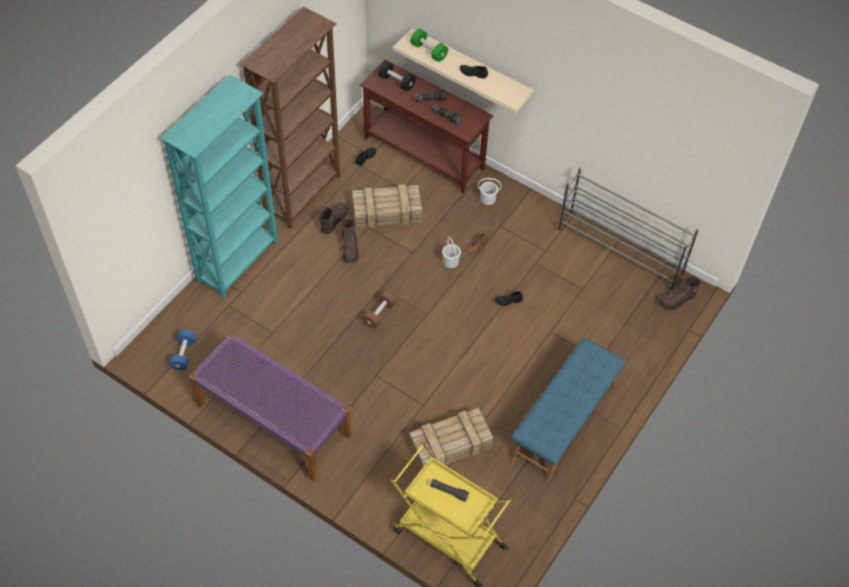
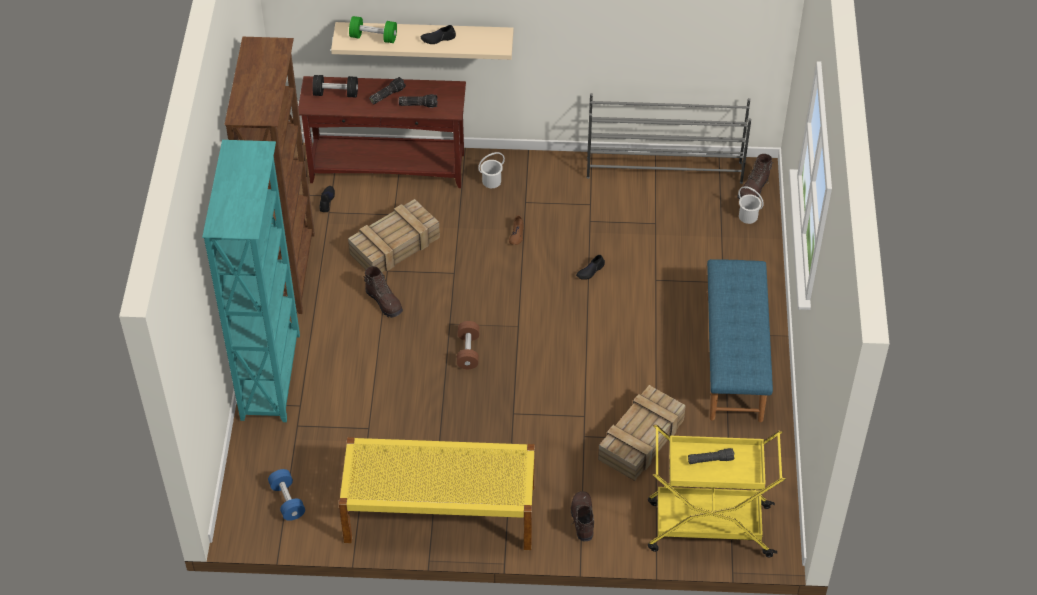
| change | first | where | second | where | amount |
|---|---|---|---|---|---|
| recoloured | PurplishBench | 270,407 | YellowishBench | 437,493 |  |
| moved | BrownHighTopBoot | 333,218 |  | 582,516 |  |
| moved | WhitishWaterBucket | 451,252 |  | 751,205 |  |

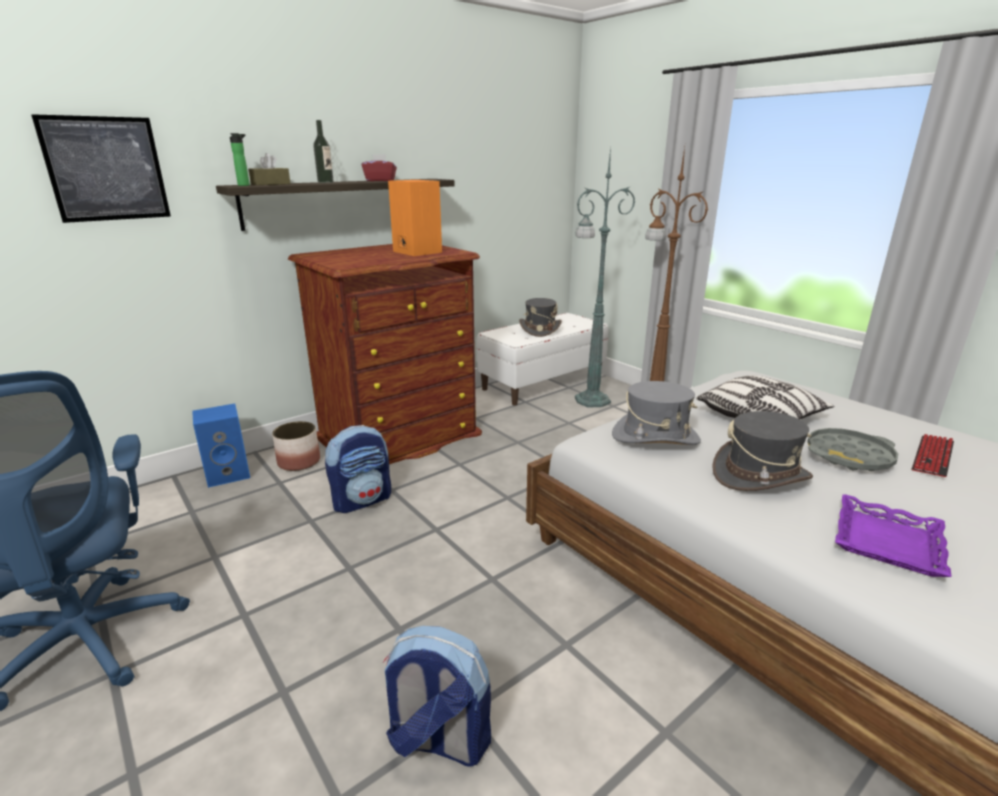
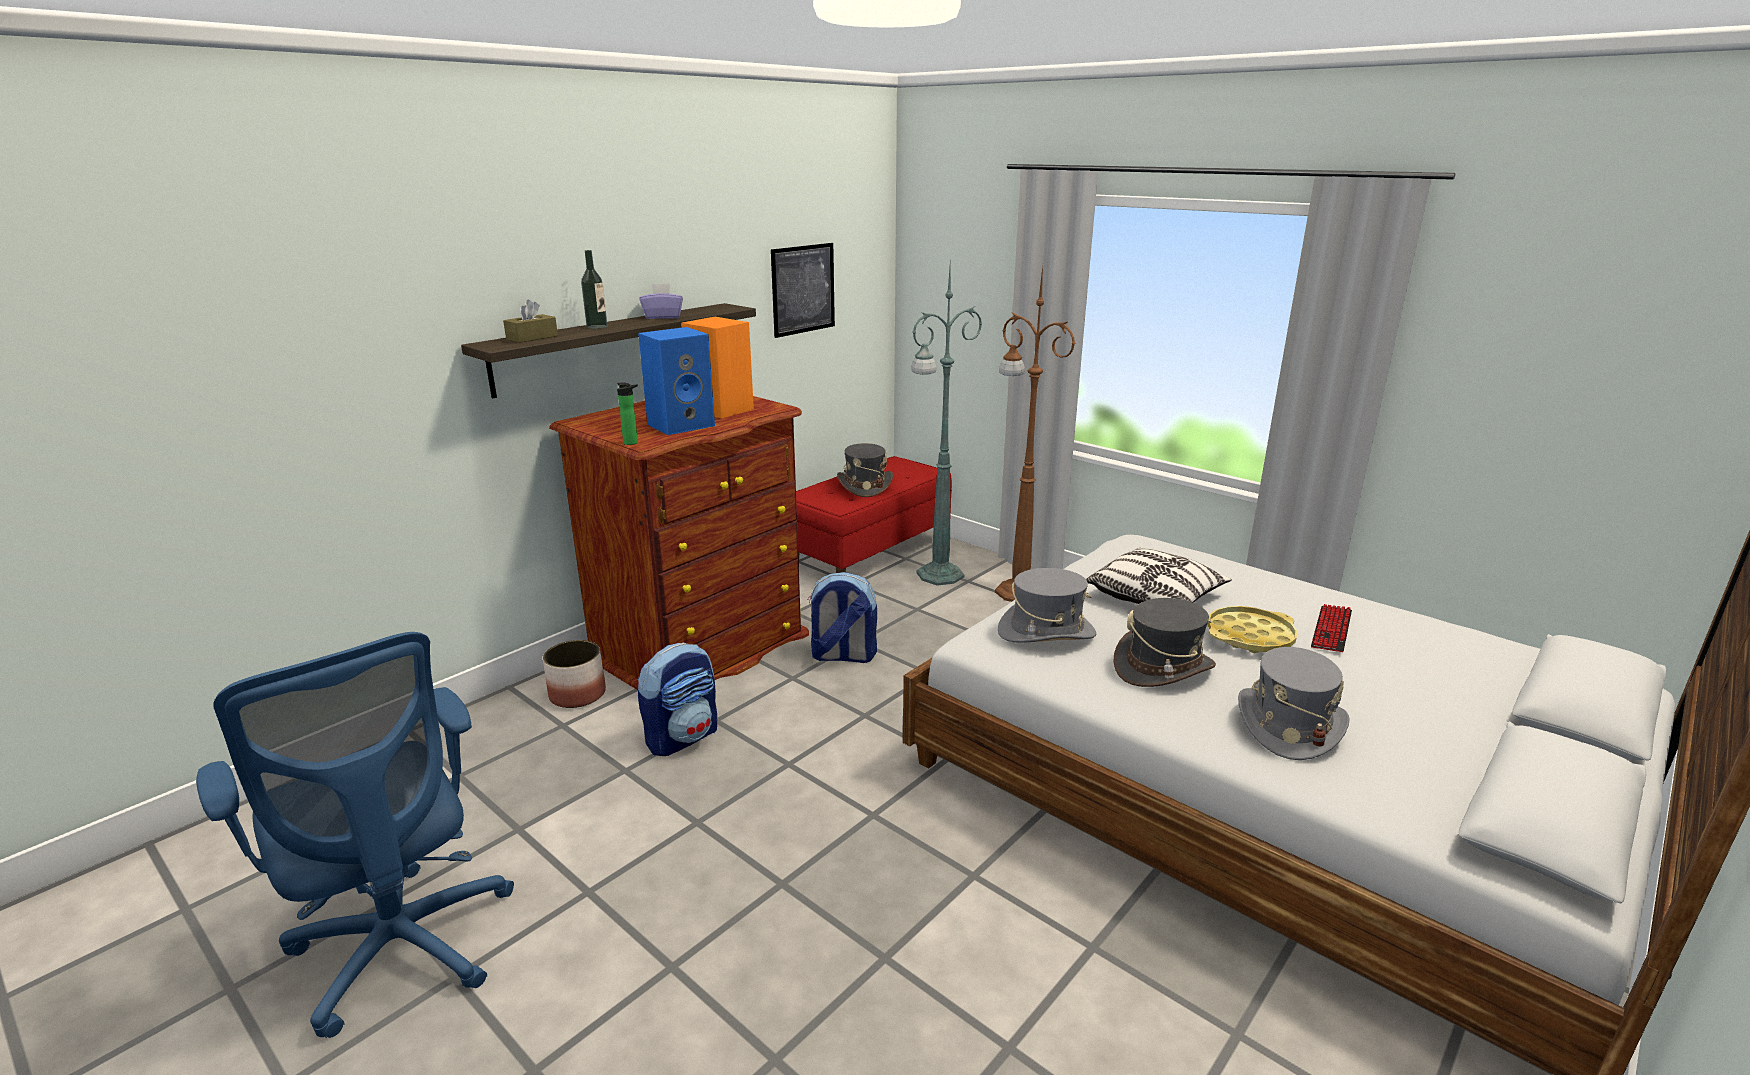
| change | first | where | second | where | amount |
|---|---|---|---|---|---|
| moved | WallPicture | 101,168 |  | 803,290 |  |
| moved | BlueAudioSpeaker | 221,446 |  | 676,381 |  |
| moved | BeverageBottle | 240,159 |  | 627,413 |  |
| recoloured | RedColouredBoxOfTissues | 379,167 | PurplishBoxOfTissues | 661,301 |  |
| moved | Backpack | 437,696 |  | 842,617 |  |
| recoloured | WhitishBench | 542,359 | RedColouredBench | 874,514 |  |
| recoloured | GreyTray | 852,449 | YellowishTray | 1252,629 |  |
| replaced | PurplishTray | 893,535 | GreyHat | 1294,703 |  |

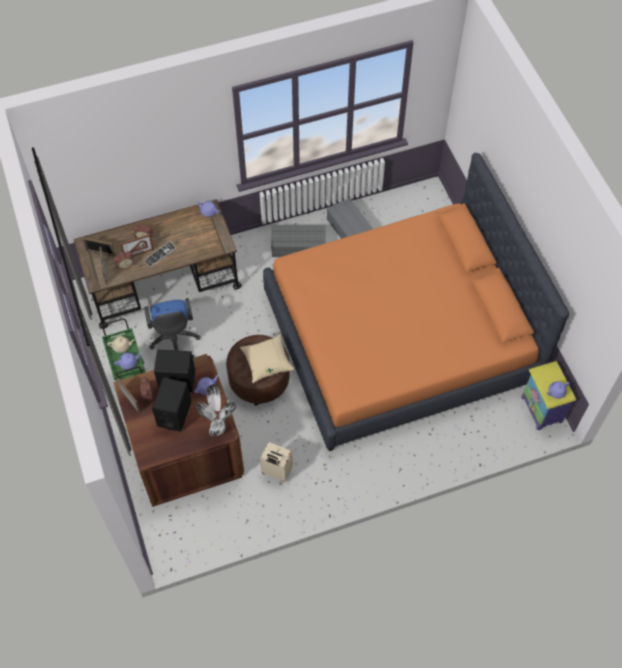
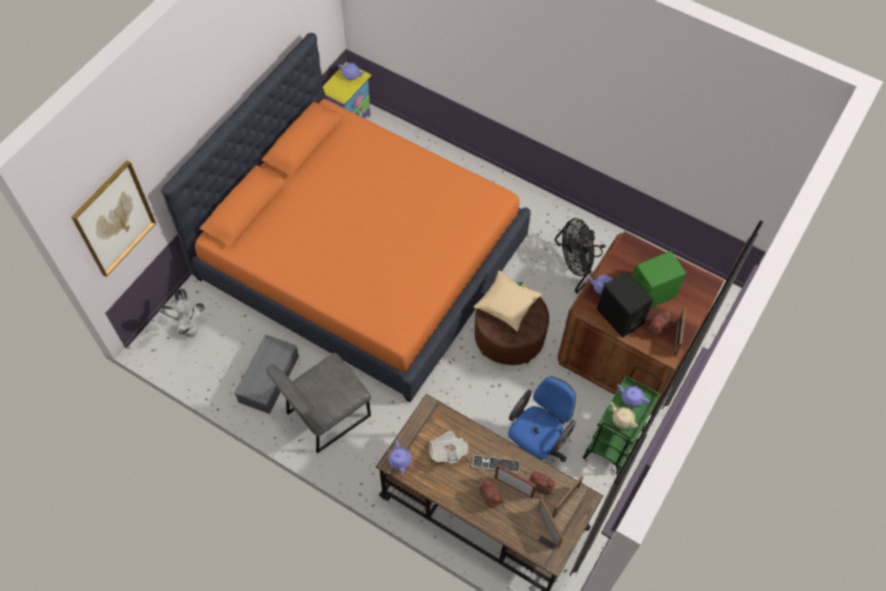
| change | first | where | second | where | amount |
|---|---|---|---|---|---|
| recoloured | BlackishAudioSpeaker | 172,404 | GreenishAudioSpeaker | 659,279 |  |
| moved | PottedPlant | 216,410 |  | 181,313 |  |
| replaced | SandColouredSuitcase | 276,462 | BlackishElectricFan | 580,256 |  |
| replaced | GreyStorageContainer | 298,241 | GreyChair | 318,403 |  |
| added |  |  | WallPicture | 113,219 |  |
| added |  |  | DailyPaper | 449,447 |  |

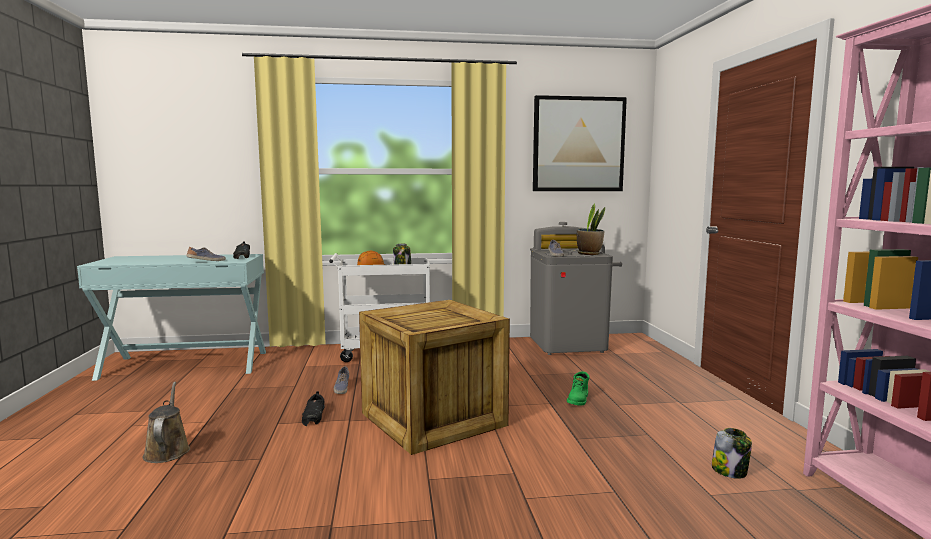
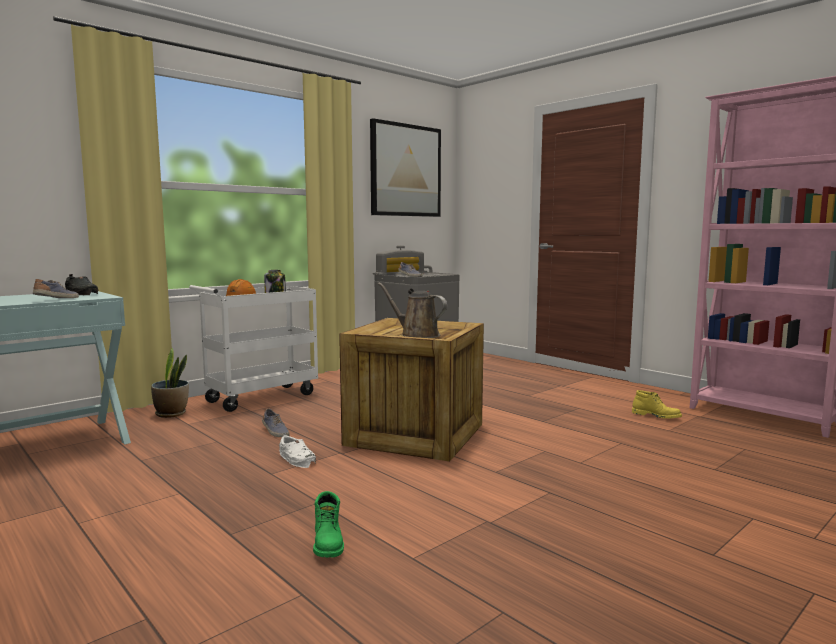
| change | first | where | second | where | amount |
|---|---|---|---|---|---|
| moved | BrownSprinklingCan | 166,422 |  | 412,310 |  |
| recoloured | BlackishItemOfFootwear | 313,408 | WhitishItemOfFootwear | 297,450 |  |
| moved | GreenishHighTopBoot | 578,388 |  | 328,524 |  |
| moved | PottedPlant | 591,229 |  | 170,383 |  |
| replaced | PreserveJar | 732,453 | YellowishHighTopBoot | 657,404 |  |

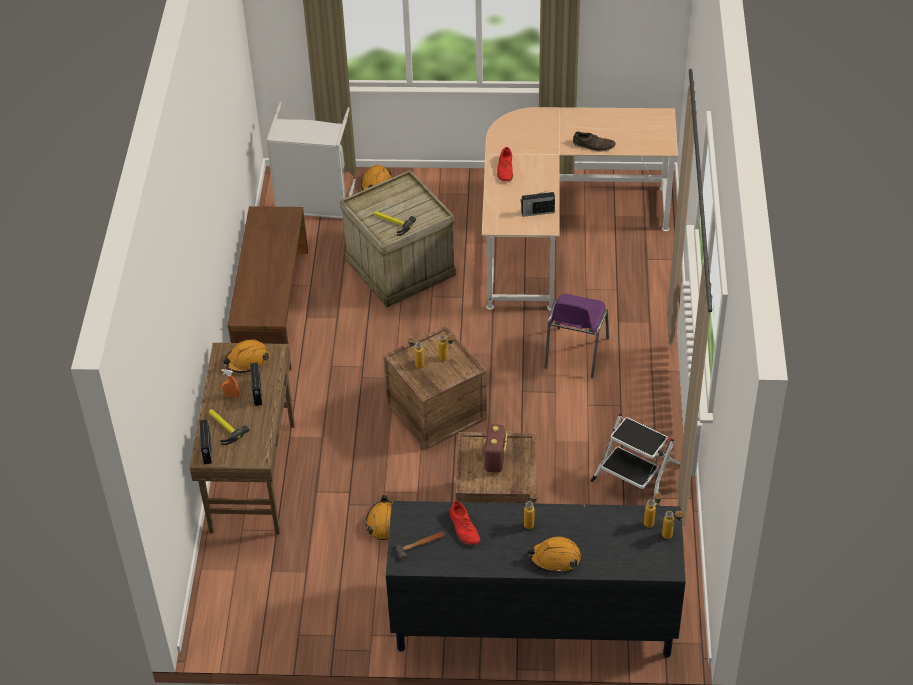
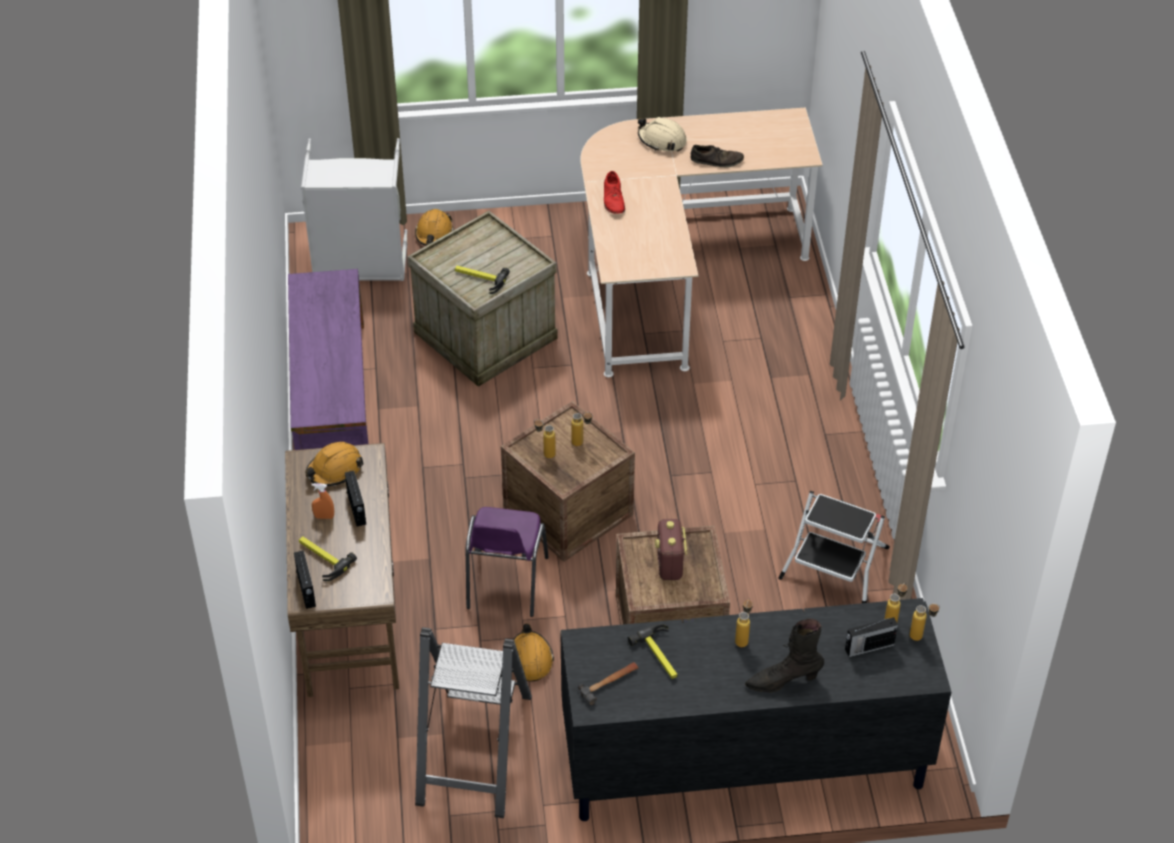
| change | first | where | second | where | amount |
|---|---|---|---|---|---|
| recoloured | BrownBench | 267,288 | PurplishBench | 328,359 |  |
| replaced | RedColouredItemOfFootwear | 465,523 | ToolHammer | 653,651 |  |
| moved | Radio | 537,204 |  | 871,637 |  |
| replaced | OrangeSafetyHelmet | 554,555 | BlackishHighTopBoot | 784,655 |  |
| moved | PurplishChair | 576,336 |  | 507,562 |  |
| added |  |  | GreyStepLadder | 473,722 |  |
| added |  |  | SandColouredSafetyHelmet | 662,134 |  |

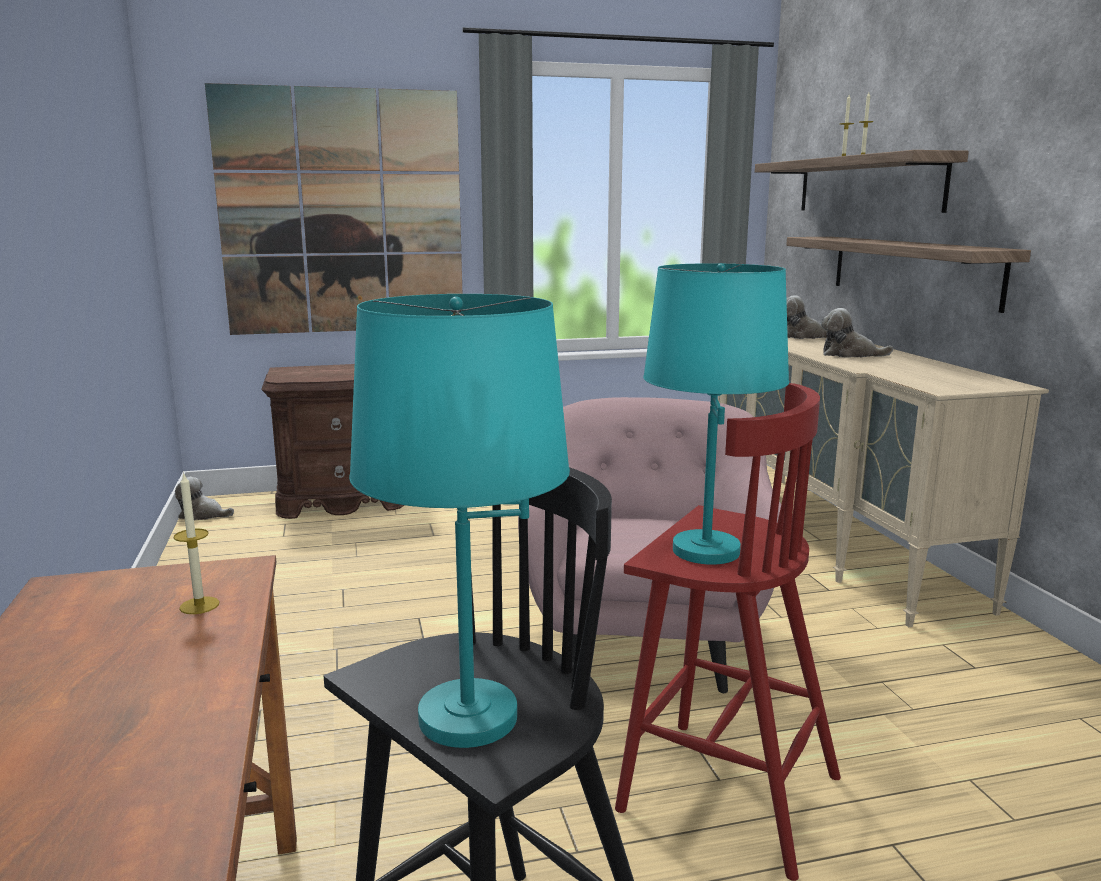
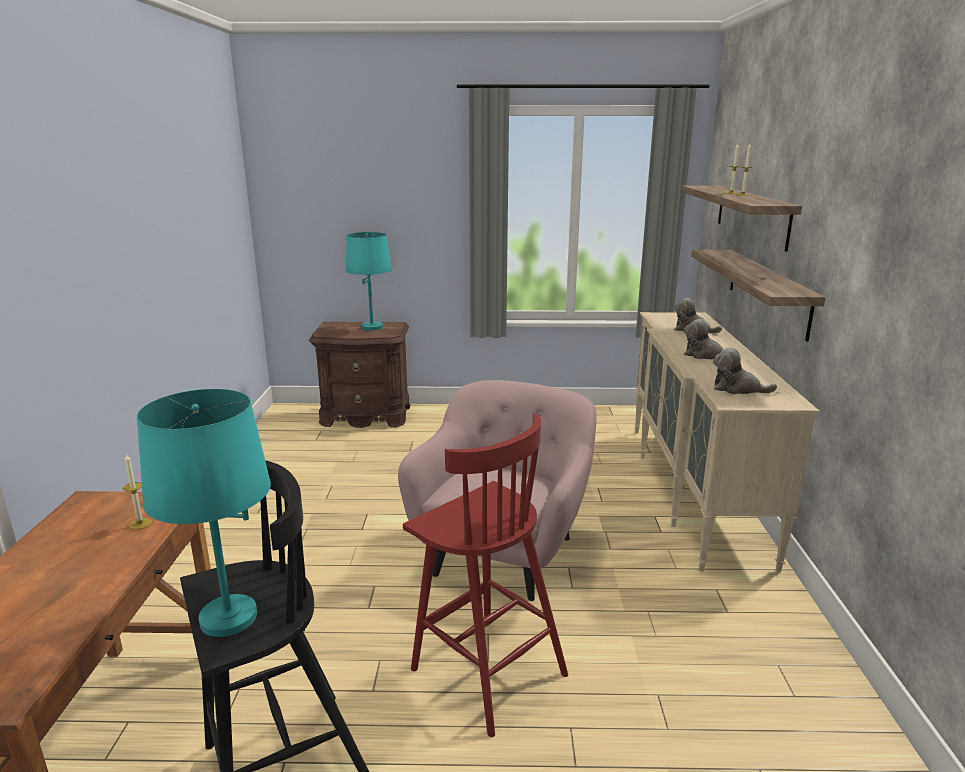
| change | first | where | second | where | amount |
|---|---|---|---|---|---|
| moved | PlushToy | 204,498 |  | 745,371 |  |
| removed | WallPicture | 333,209 |  |  |  |
| moved | BlueGreenTableLamp | 716,414 |  | 368,281 |  |

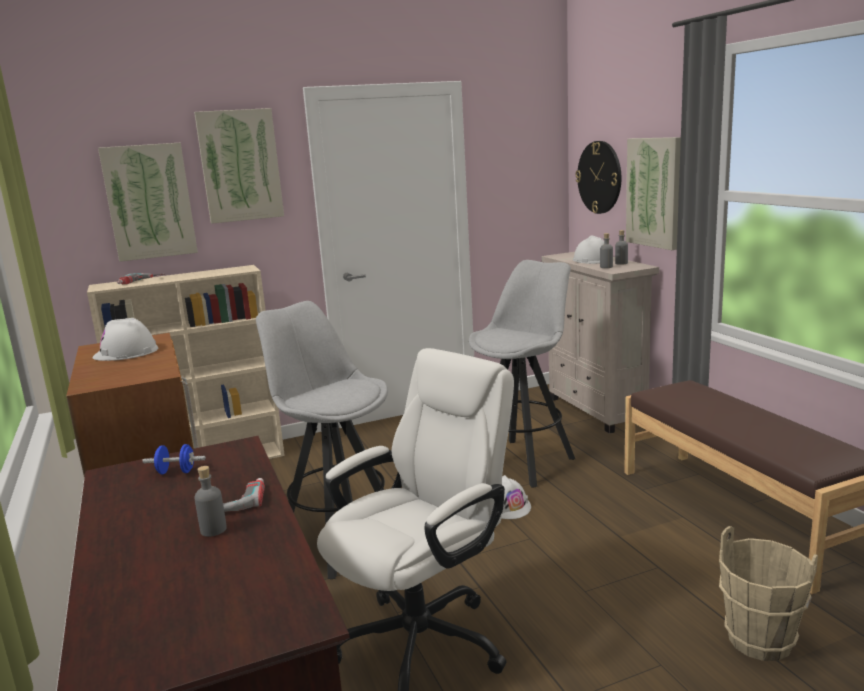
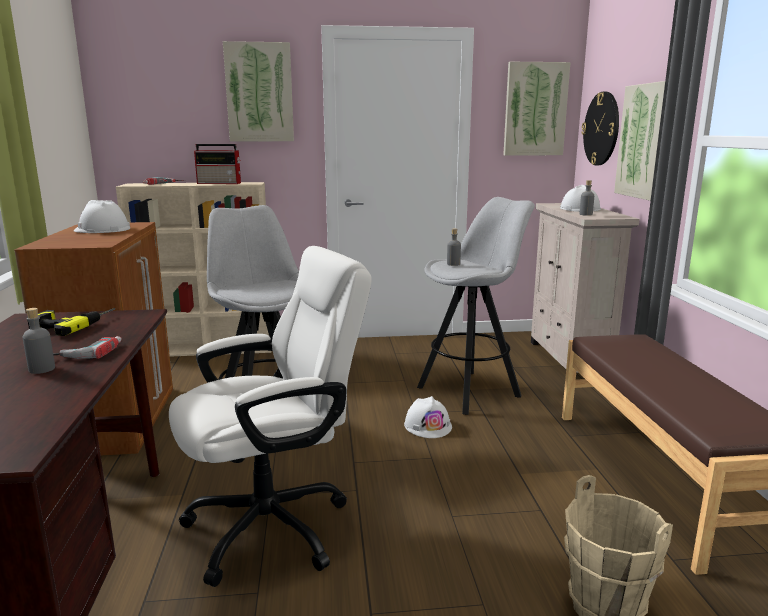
| change | first | where | second | where | amount |
|---|---|---|---|---|---|
| moved | WallPicture | 148,202 |  | 537,109 |  |
| replaced | BlueHandWeight | 174,459 | Drill | 71,322 |  |
| moved | GreyBeverageBottle | 621,247 |  | 454,247 |  |
| added |  |  | Radio | 217,164 |  |

